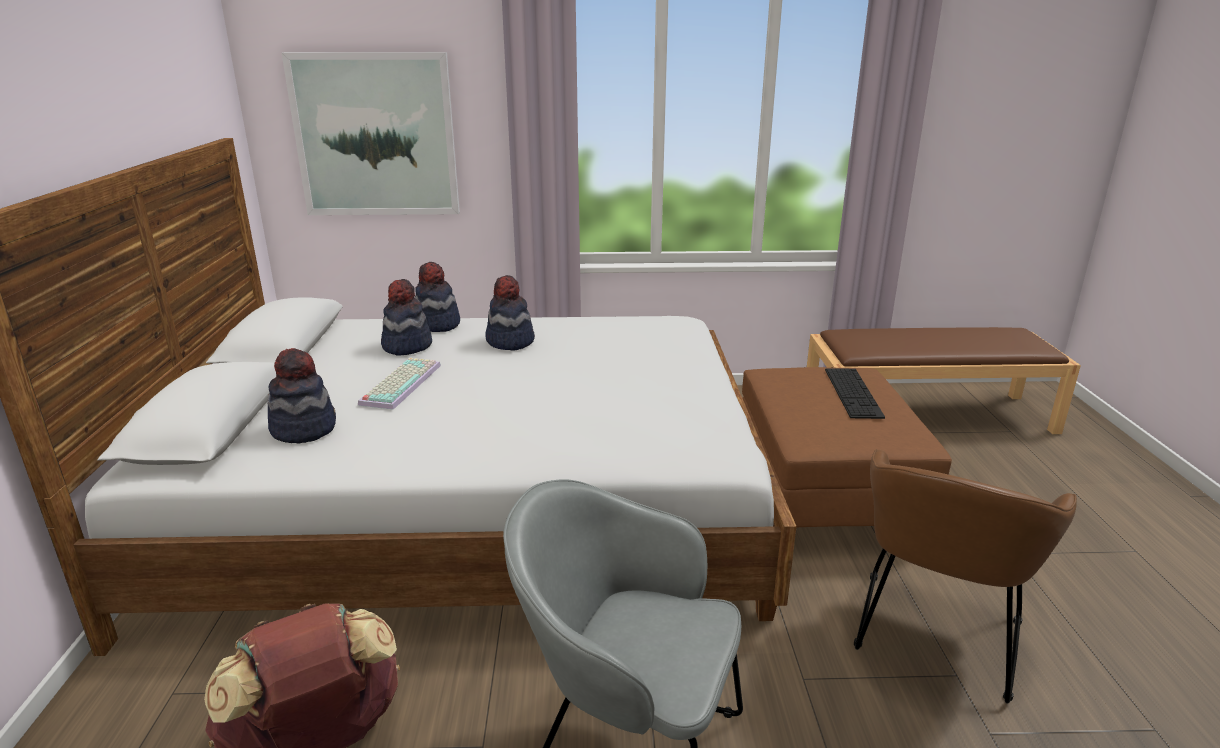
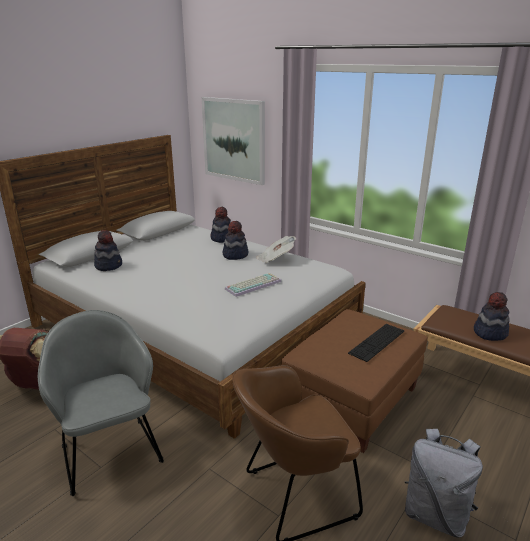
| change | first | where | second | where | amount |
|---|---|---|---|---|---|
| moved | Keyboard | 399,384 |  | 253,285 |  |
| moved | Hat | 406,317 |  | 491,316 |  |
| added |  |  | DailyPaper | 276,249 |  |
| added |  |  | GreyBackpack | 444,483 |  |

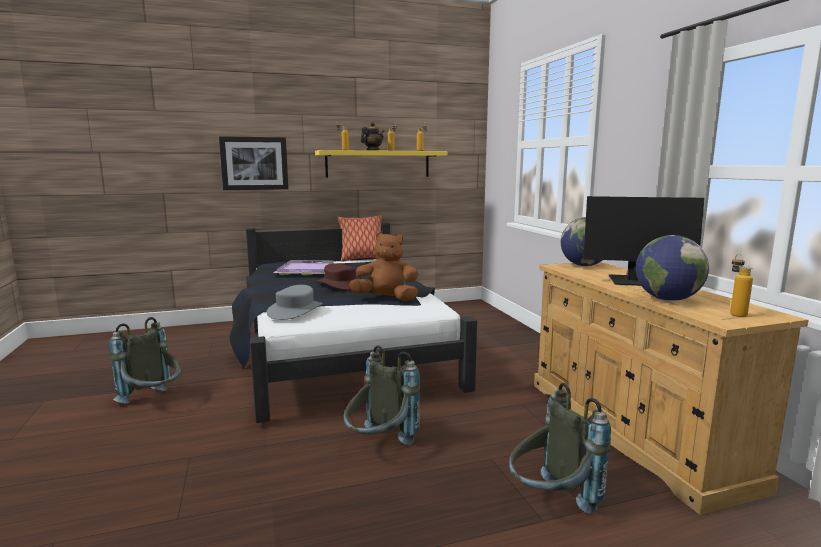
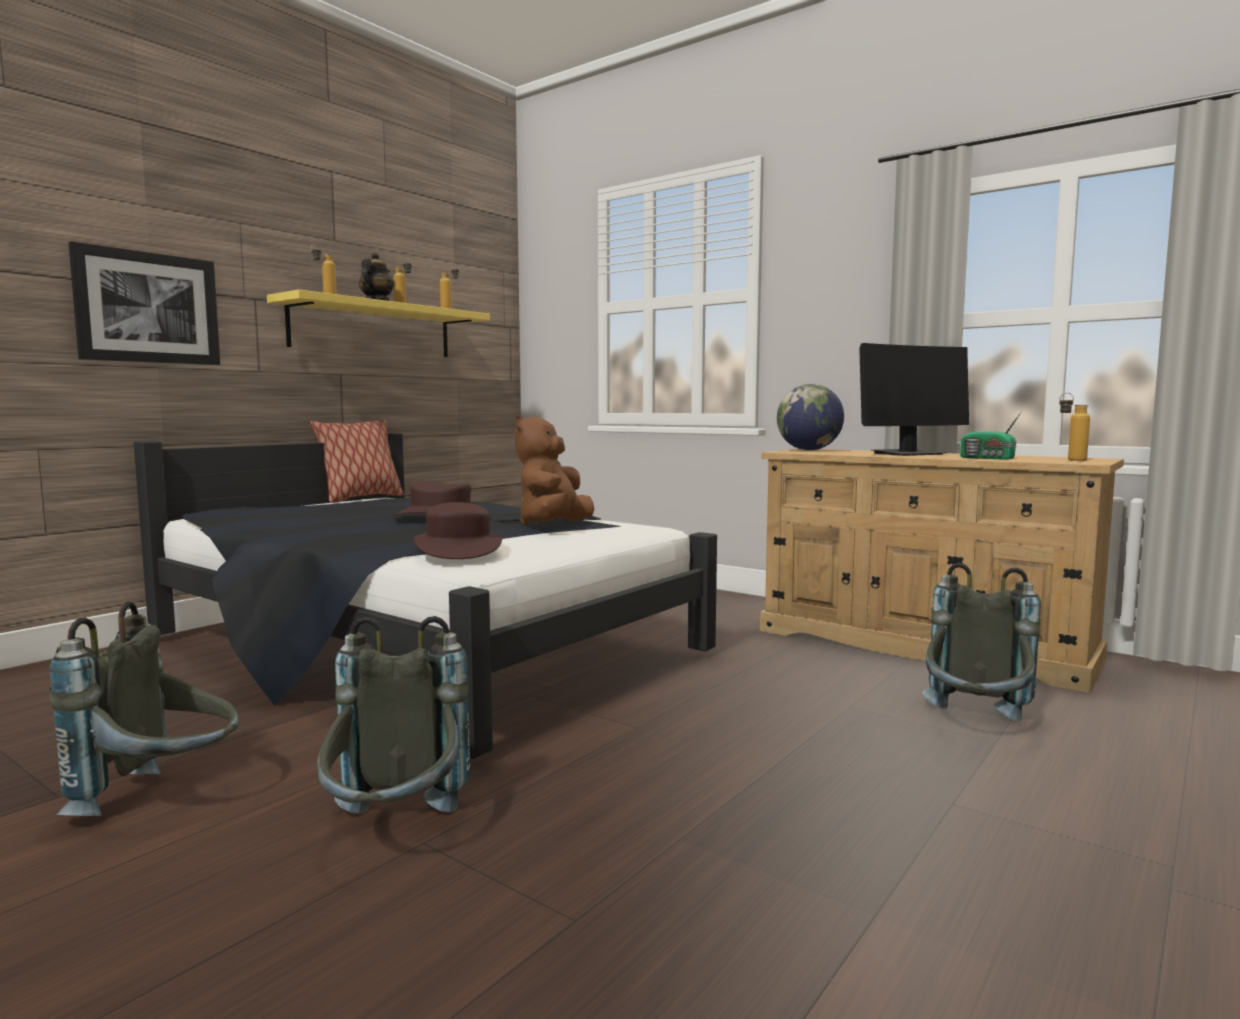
| change | first | where | second | where | amount |
|---|---|---|---|---|---|
| recoloured | GreyHat | 294,302 | BrownHat | 458,530 |  |
| removed | PurplishTray | 305,267 |  |  |  |
| moved | GreyBackpack | 382,395 |  | 393,714 |  |
| turned | BrownPlushToy | 384,266 |  | 554,470 | 45 degrees counterclockwise |
| replaced | WorldGlobe | 672,268 | Radio | 991,435 |  |

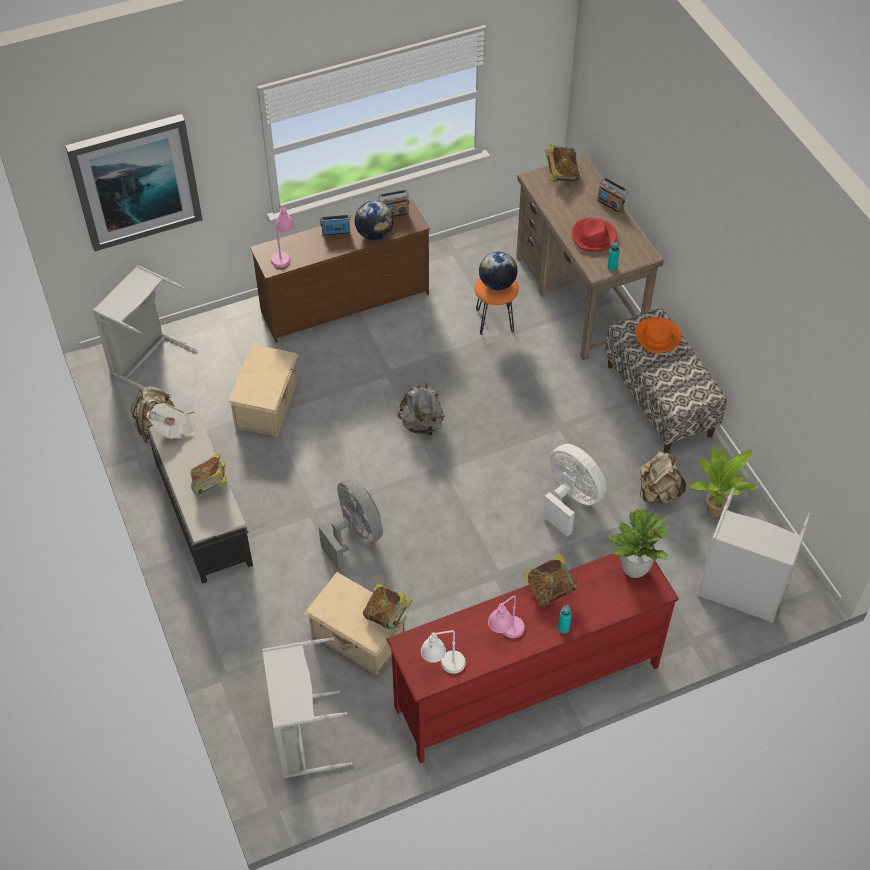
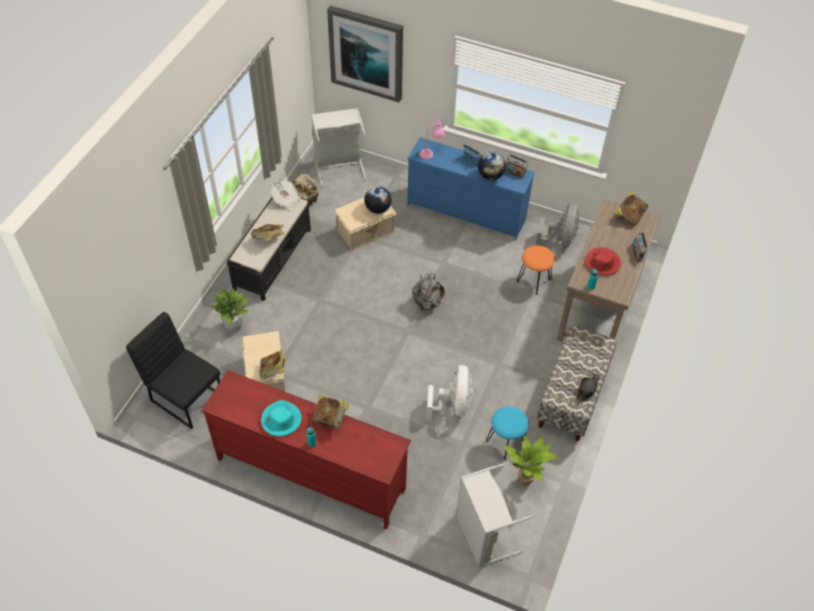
| change | first | where | second | where | amount |
|---|---|---|---|---|---|
| recoloured | BrownChestOfDrawers | 340,271 | BlueChestOfDrawers | 471,188 |  |
| replaced | GreyLaundryBasket | 307,707 | BlackishChair | 173,370 |  |
| moved | GreyElectricFan | 351,524 |  | 557,225 |  |
| removed | WhitishTableLamp | 443,652 |  |  |  |
| moved | WorldGlobe | 498,271 |  | 378,200 |  |
| replaced | PinkTableLamp | 506,616 | BlueGreenHat | 281,418 |  |
| moved | PottedPlant | 638,543 |  | 230,310 |  |
| removed | OrangeHat | 658,335 |  |  |  |
| replaced | SandColouredBackpack | 663,478 | BlueGreenStool | 507,433 |  |
| added |  |  | BlackishHat | 587,389 |  |

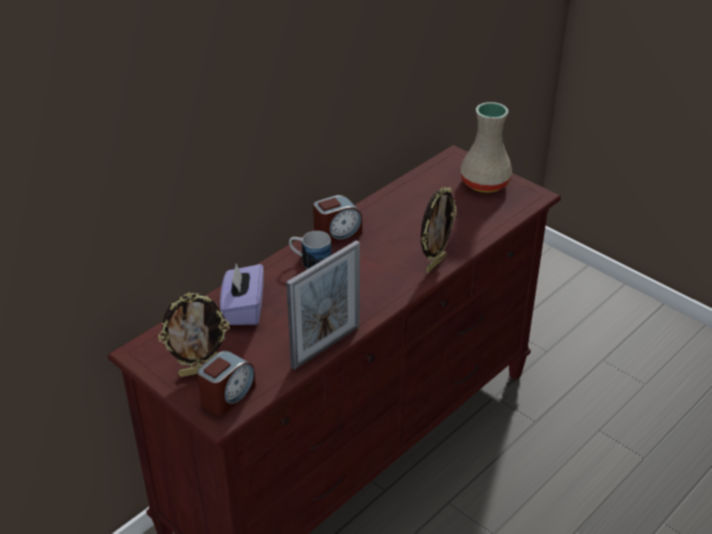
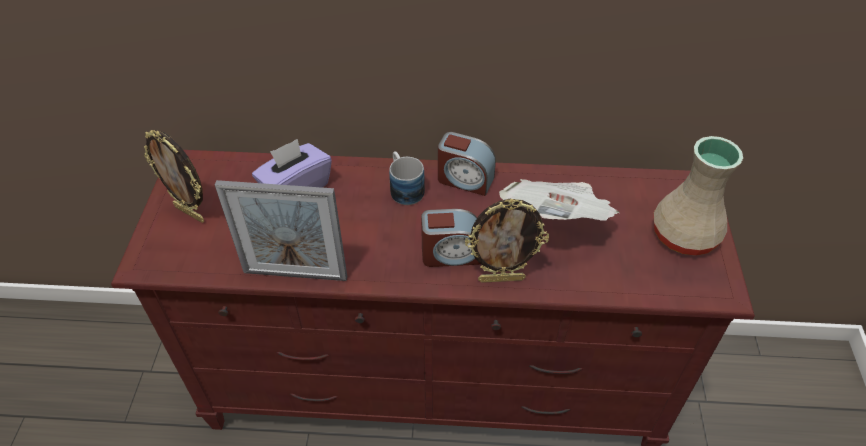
| change | first | where | second | where | amount |
|---|---|---|---|---|---|
| moved | TableClock | 226,383 |  | 451,238 |  |
| added |  |  | DailyPaper | 559,200 |  |

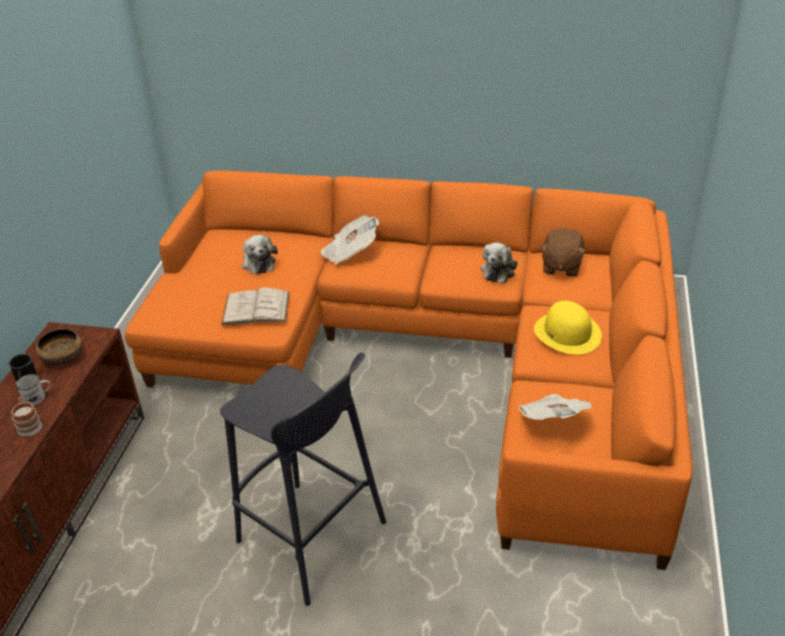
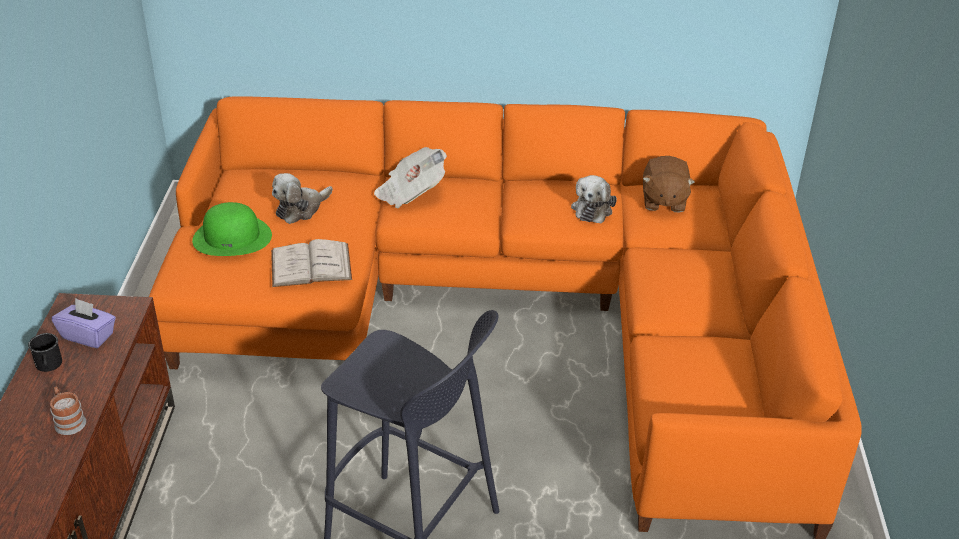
| change | first | where | second | where | amount |
|---|---|---|---|---|---|
| removed | WhitishCoffeeMug | 33,390 |  |  |  |
| replaced | Bowl | 59,347 | PurplishBoxOfTissues | 84,323 |  |
| turned | PlushToy | 260,255 |  | 302,198 | 75 degrees clockwise |
| removed | DailyPaper | 555,407 |  |  |  |
| removed | YellowishHat | 568,328 |  |  |  |
| added |  |  | GreenishHat | 232,229 |  |

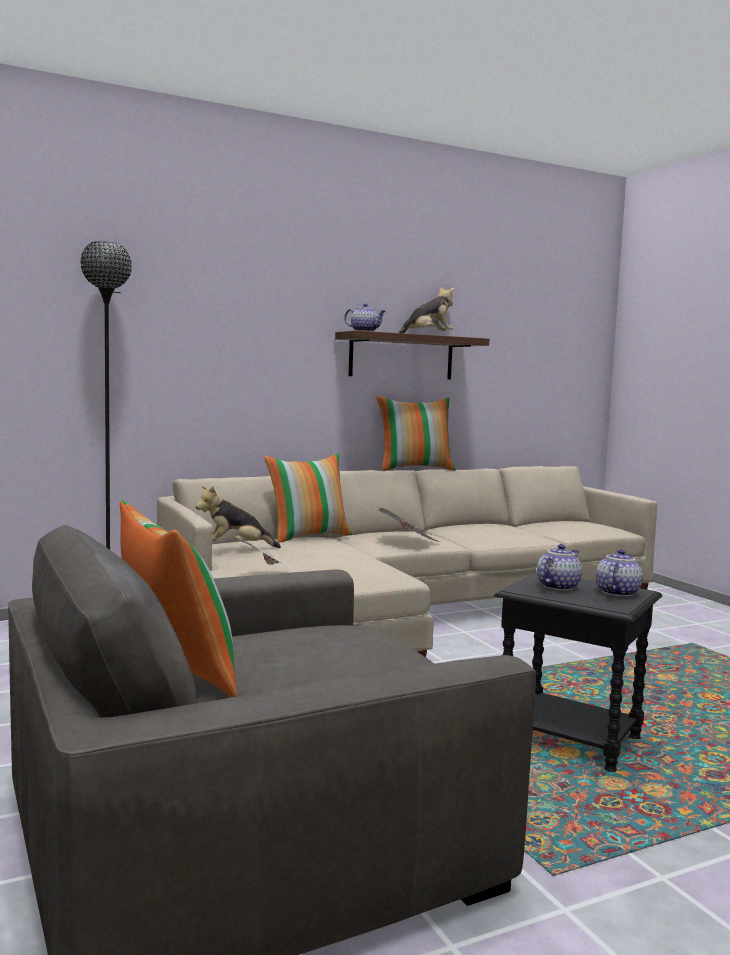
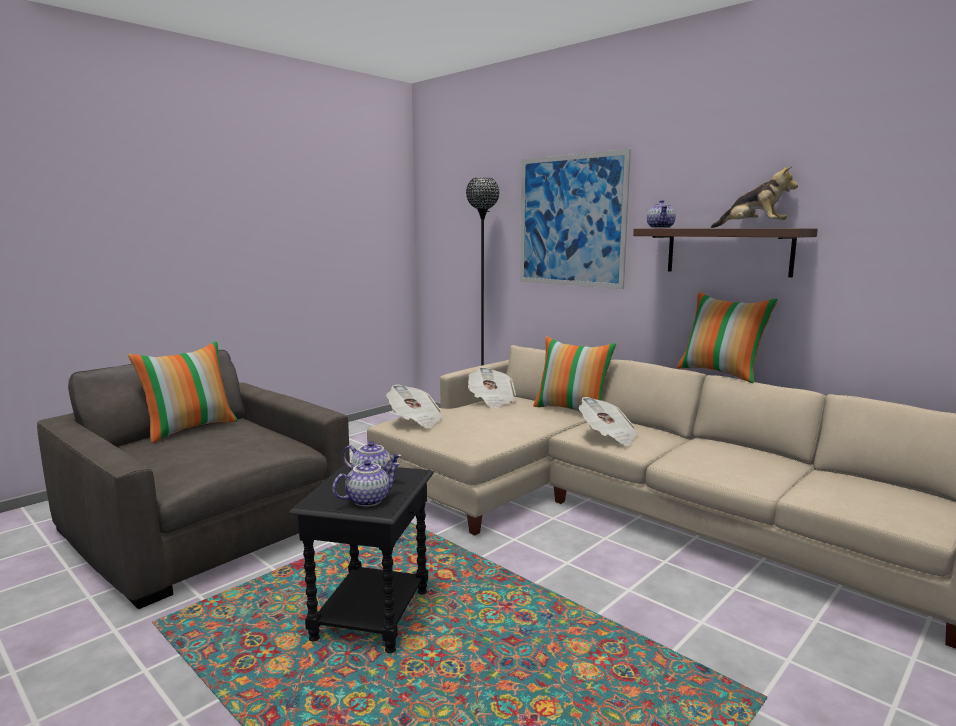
| change | first | where | second | where | amount |
|---|---|---|---|---|---|
| replaced | PlushToy | 238,517 | DailyPaper | 492,387 |  |
| turned | PotForTea | 619,573 |  | 366,483 | 45 degrees counterclockwise |
| added |  |  | WallPicture | 575,219 |  |

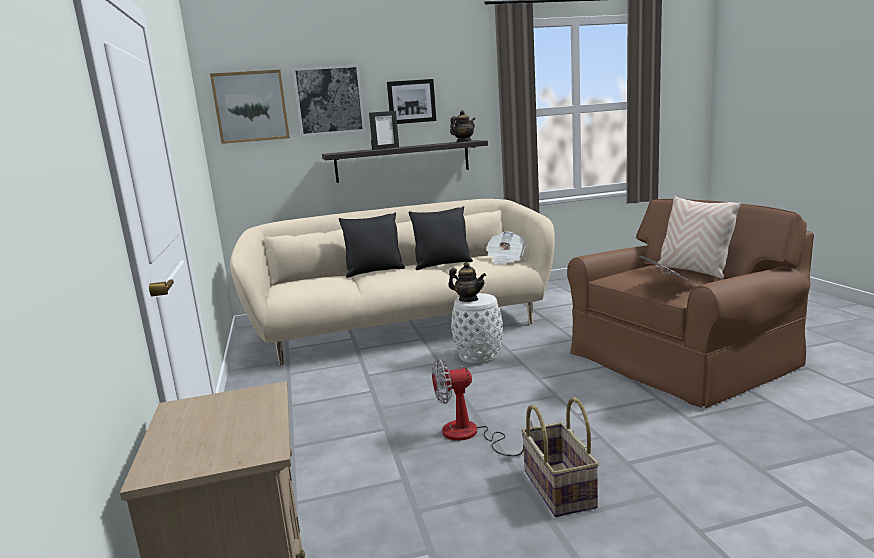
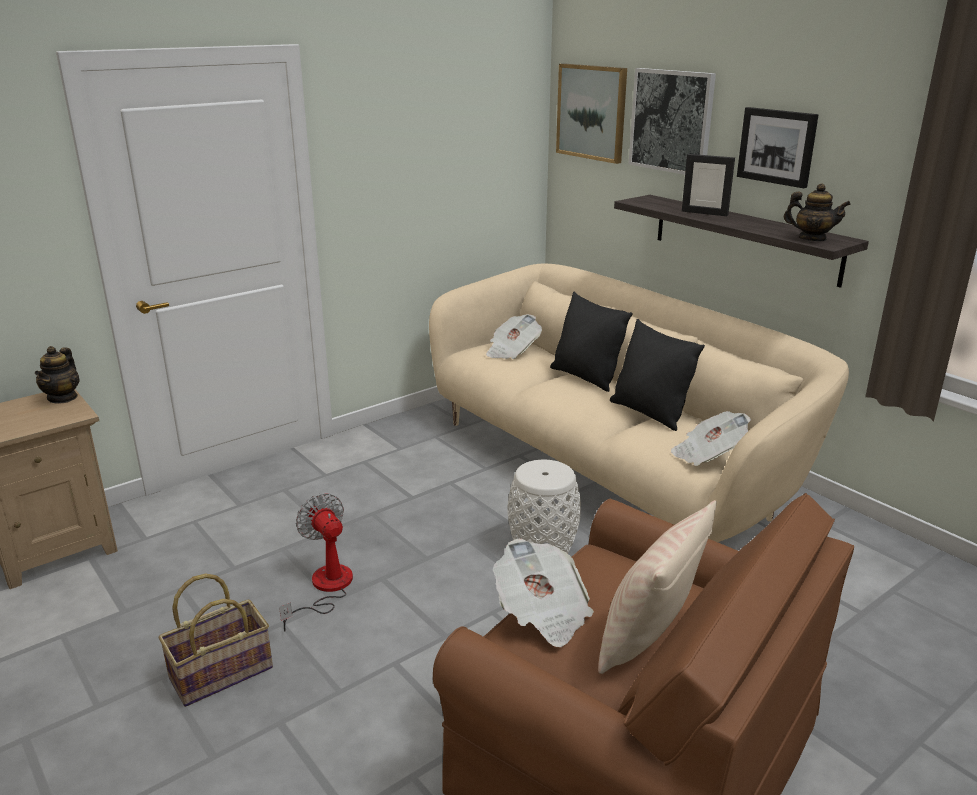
| change | first | where | second | where | amount |
|---|---|---|---|---|---|
| moved | PotForTea | 467,282 |  | 57,375 |  |
| added |  |  | DailyPaper | 514,336 |  |

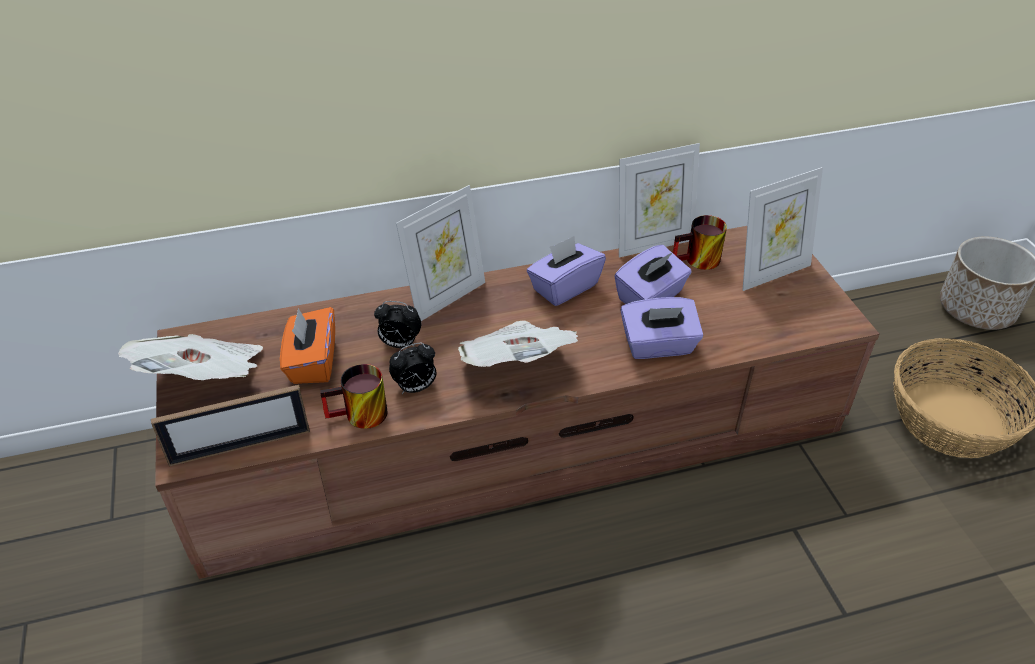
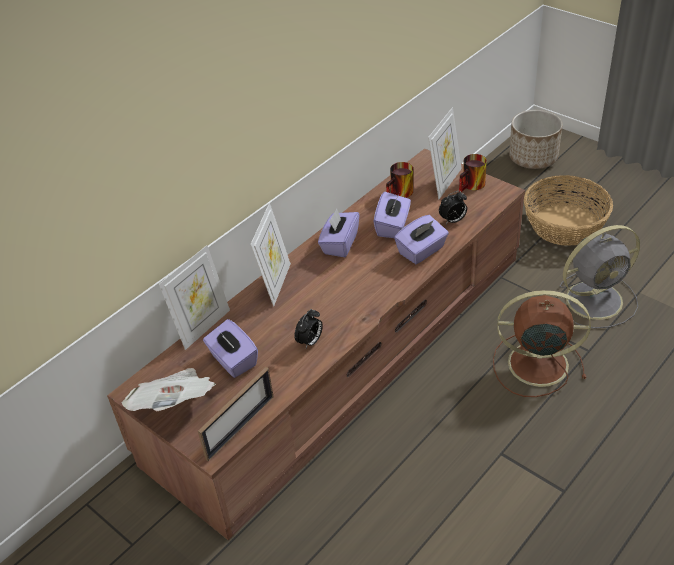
| change | first | where | second | where | amount |
|---|---|---|---|---|---|
| recoloured | OrangeBoxOfTissues | 307,345 | PurplishBoxOfTissues | 230,348 |  |
| moved | CoffeeMug | 354,396 |  | 473,173 |  |
| moved | TableClock | 397,324 |  | 453,207 |  |
| removed | DailyPaper | 518,343 |  |  |  |
| moved | StandingFrame | 659,200 |  | 194,297 |  |
| added |  |  | BrownElectricFan | 542,343 |  |
| added |  |  | GreyElectricFan | 600,277 |  |

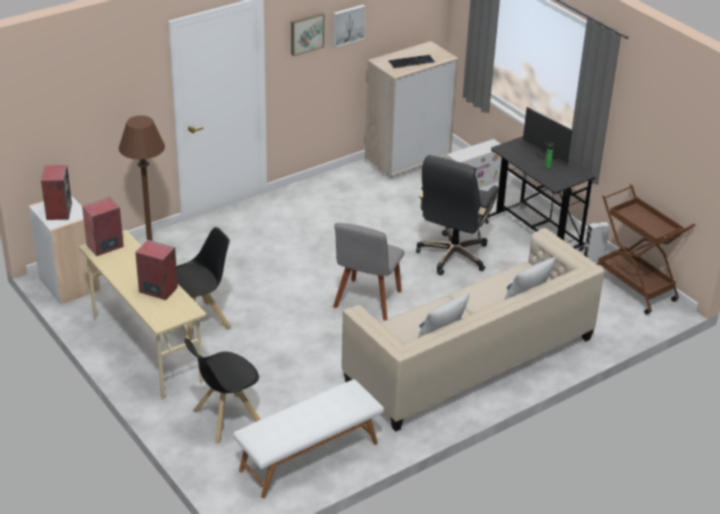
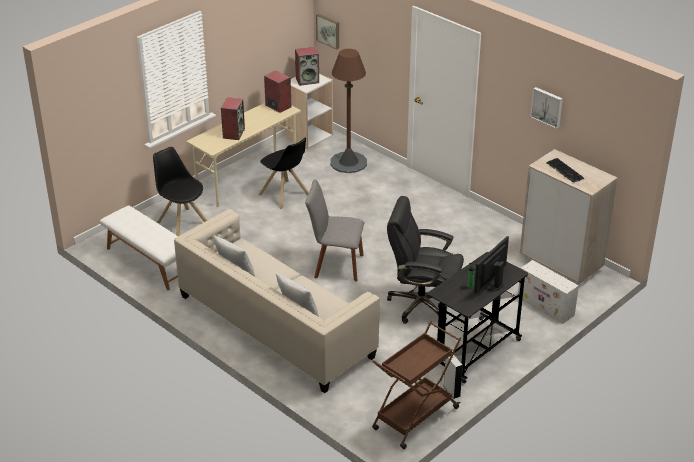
| change | first | where | second | where | amount |
|---|---|---|---|---|---|
| moved | WallPicture | 307,34 |  | 327,31 |  |

